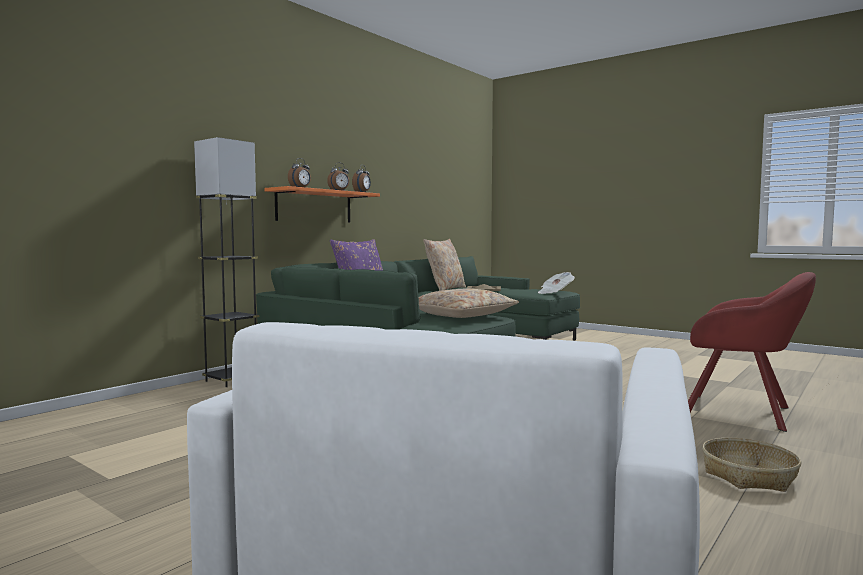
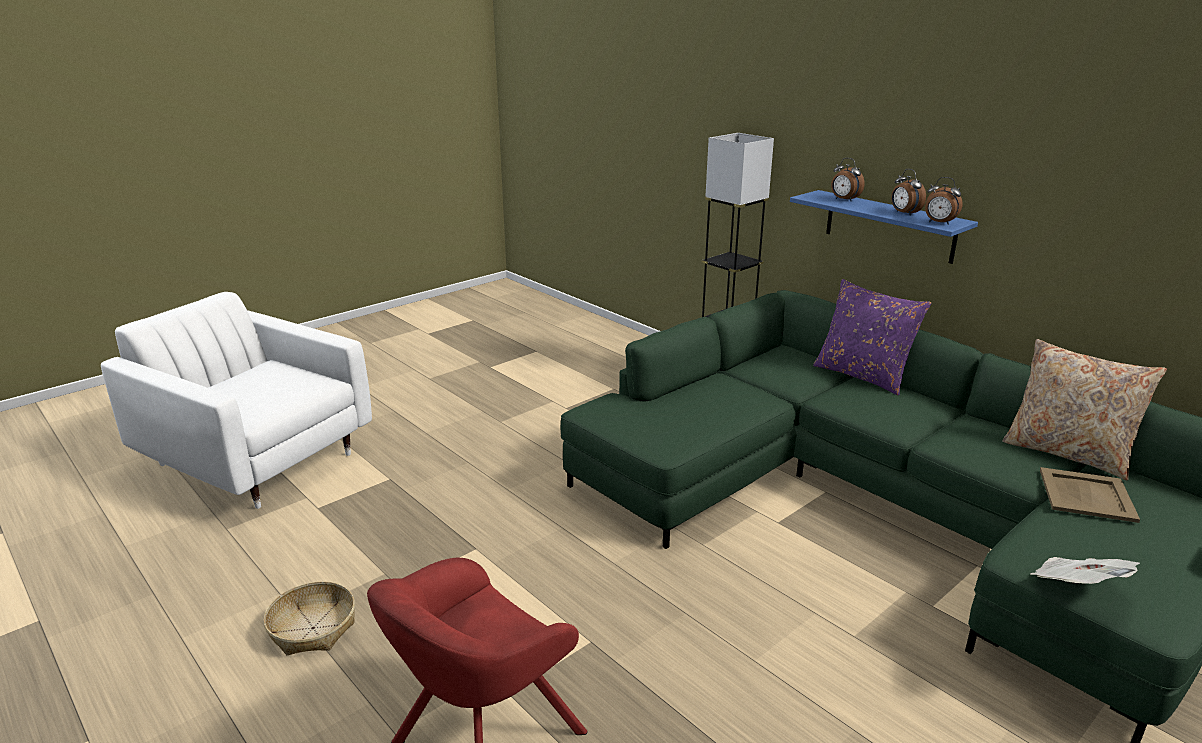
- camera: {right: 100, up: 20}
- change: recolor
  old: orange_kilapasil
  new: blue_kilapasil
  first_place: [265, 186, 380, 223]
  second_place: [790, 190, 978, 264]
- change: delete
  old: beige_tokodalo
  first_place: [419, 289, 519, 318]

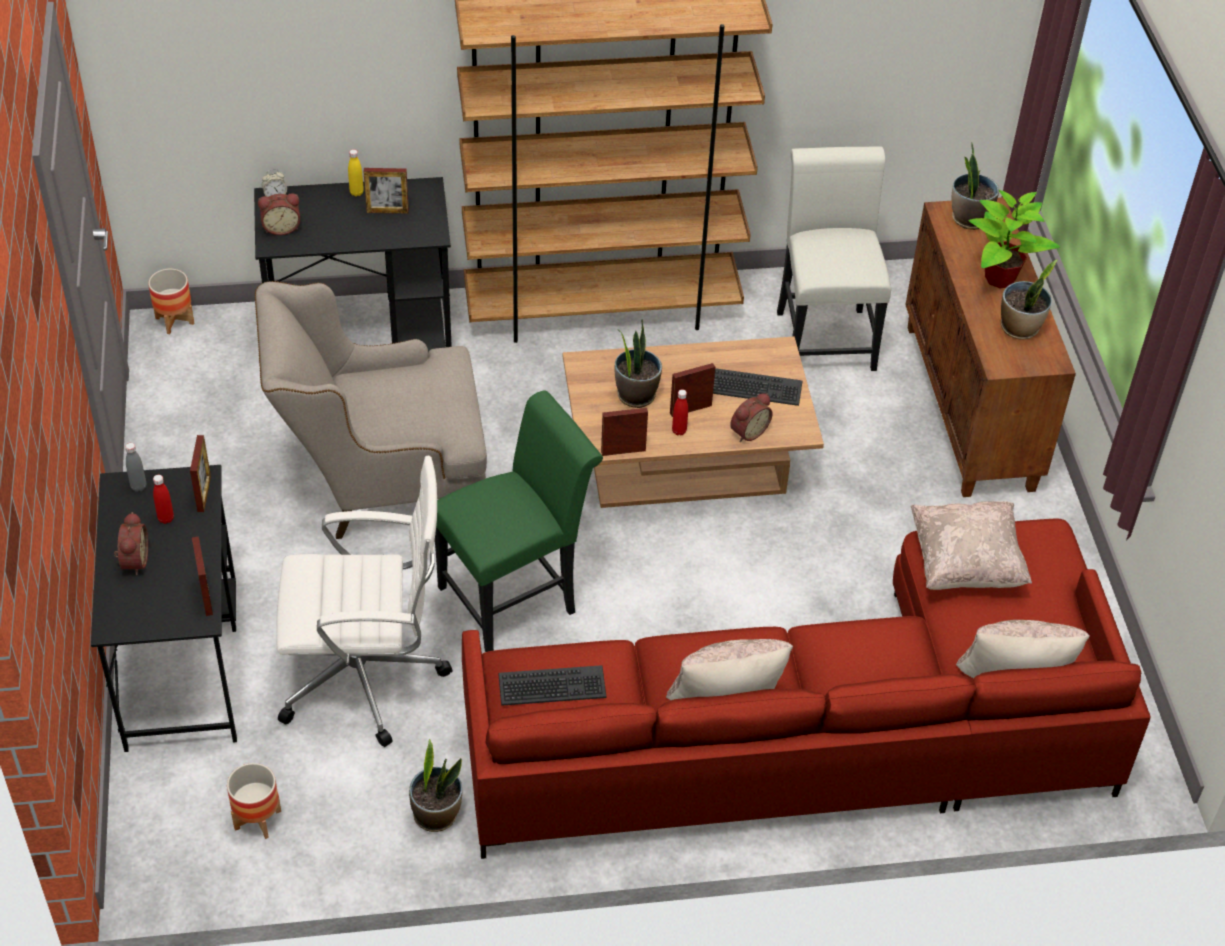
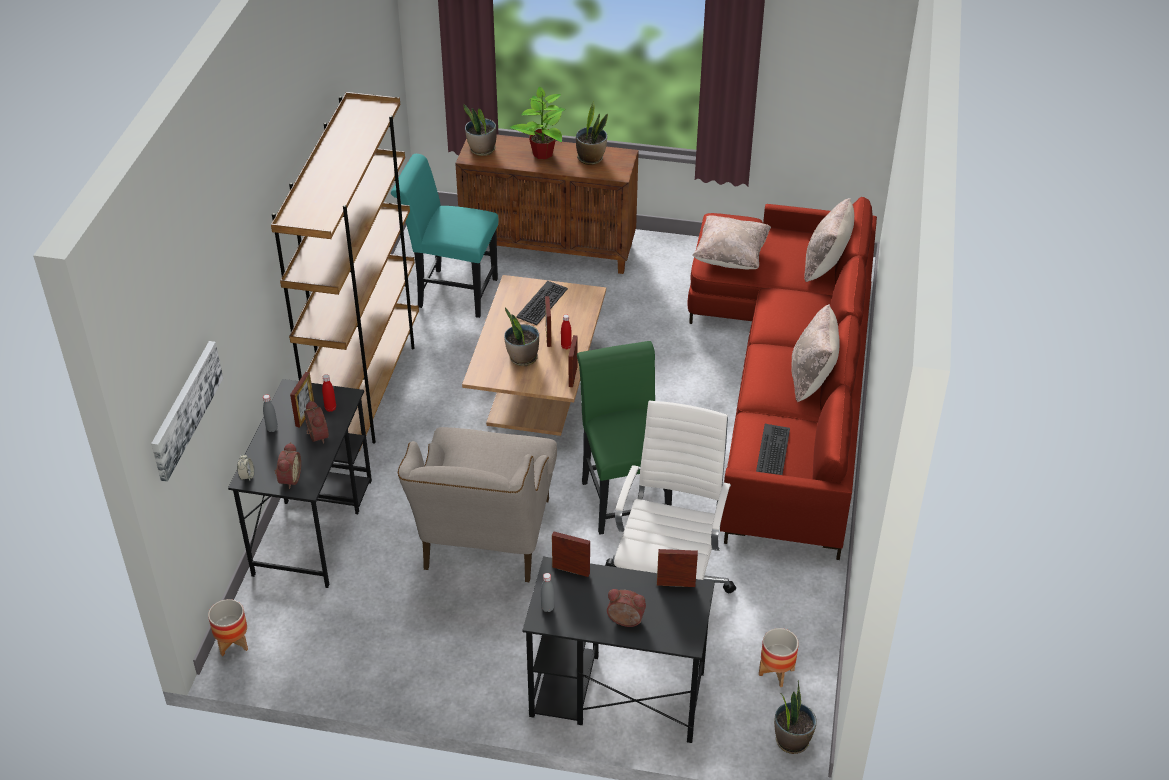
- camera: {right: -70, up: -5}
- change: insert
  new: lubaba
  second_place: [151, 341, 223, 482]
- change: recolor
  old: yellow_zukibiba
  new: grey_zukibiba
  first_place: [348, 149, 364, 197]
  second_place: [263, 395, 278, 432]
- change: move
  old: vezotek
  first_place: [730, 393, 773, 442]
  second_place: [304, 400, 329, 444]
- change: move
  old: red_zukibiba
  first_place: [153, 475, 174, 524]
  second_place: [322, 374, 336, 412]
- change: recolor
  old: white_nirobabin
  new: turquoise_nirobabin
  first_place: [777, 146, 891, 371]
  second_place: [391, 154, 498, 318]
- change: move
  old: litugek
  first_place: [409, 739, 463, 832]
  second_place: [774, 680, 817, 754]

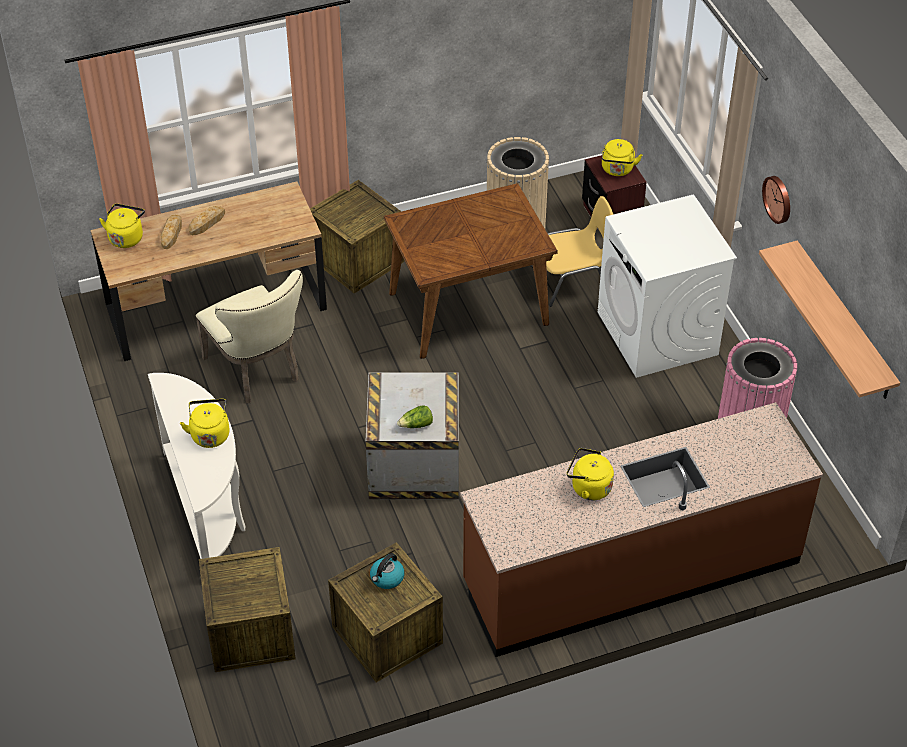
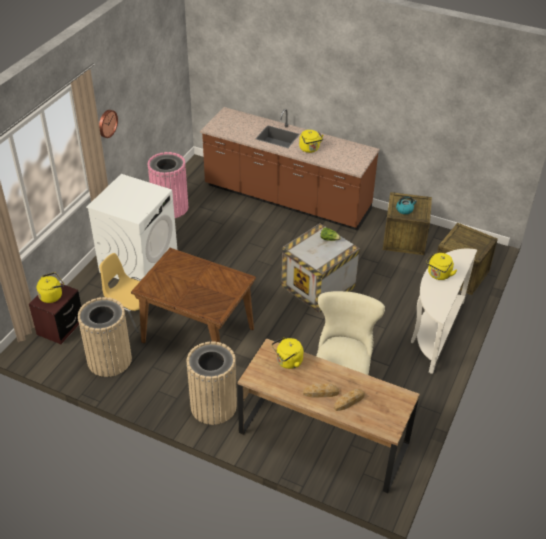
- camera: {right: -135, up: -5}
- change: replace
  old: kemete
  new: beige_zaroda
  first_place: [310, 180, 404, 294]
  second_place: [186, 341, 237, 425]
- change: move
  old: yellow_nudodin
  first_place: [99, 204, 145, 248]
  second_place: [272, 337, 304, 369]
- change: delete
  old: kilapasil
  first_place: [759, 241, 900, 399]

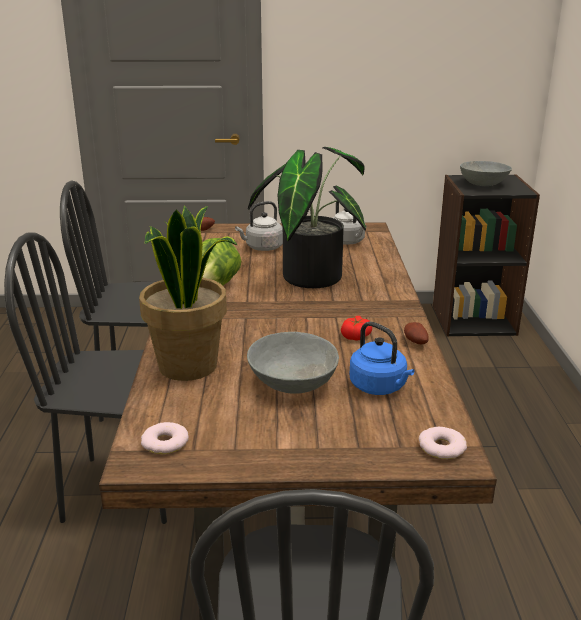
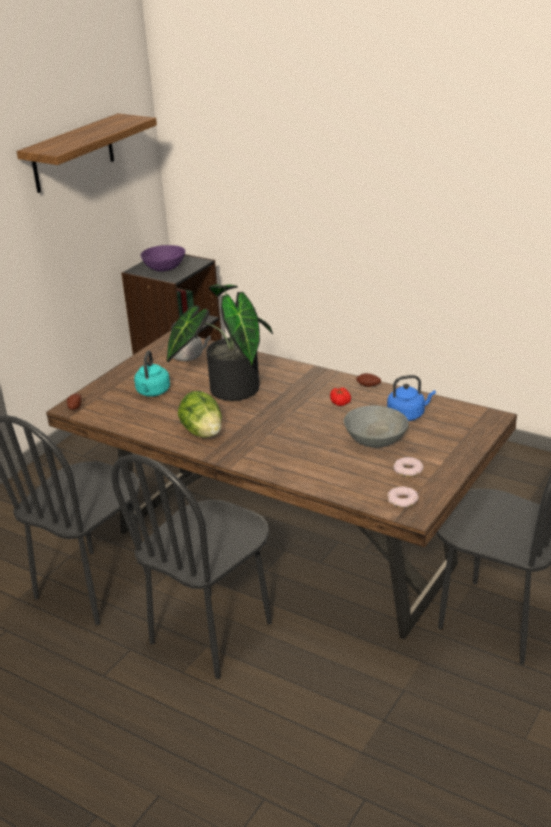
- camera: {right: -55, up: 5}
- change: insert
  new: kilapasil
  second_place: [17, 113, 157, 193]
- change: recolor
  old: grey_nudodin
  new: turquoise_nudodin
  first_place: [235, 201, 283, 251]
  second_place: [134, 350, 170, 397]
- change: recolor
  old: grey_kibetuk
  new: purple_kibetuk
  first_place: [460, 161, 512, 186]
  second_place: [141, 245, 185, 272]
- change: move
  old: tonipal
  first_place: [419, 427, 467, 459]
  second_place: [393, 457, 424, 477]
- change: delete
  old: litugek
  first_place: [139, 206, 237, 381]

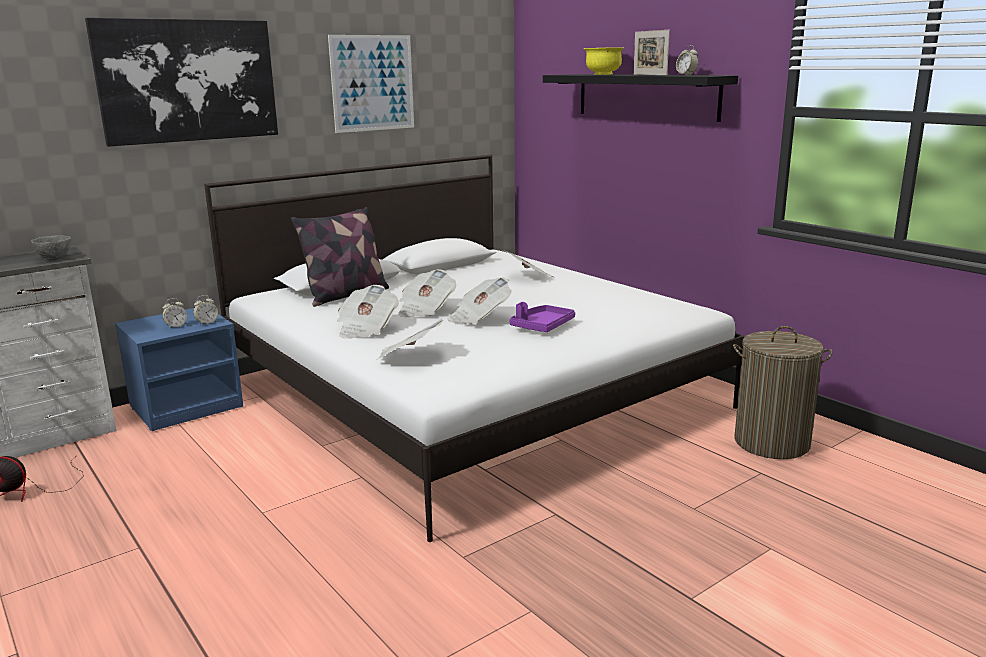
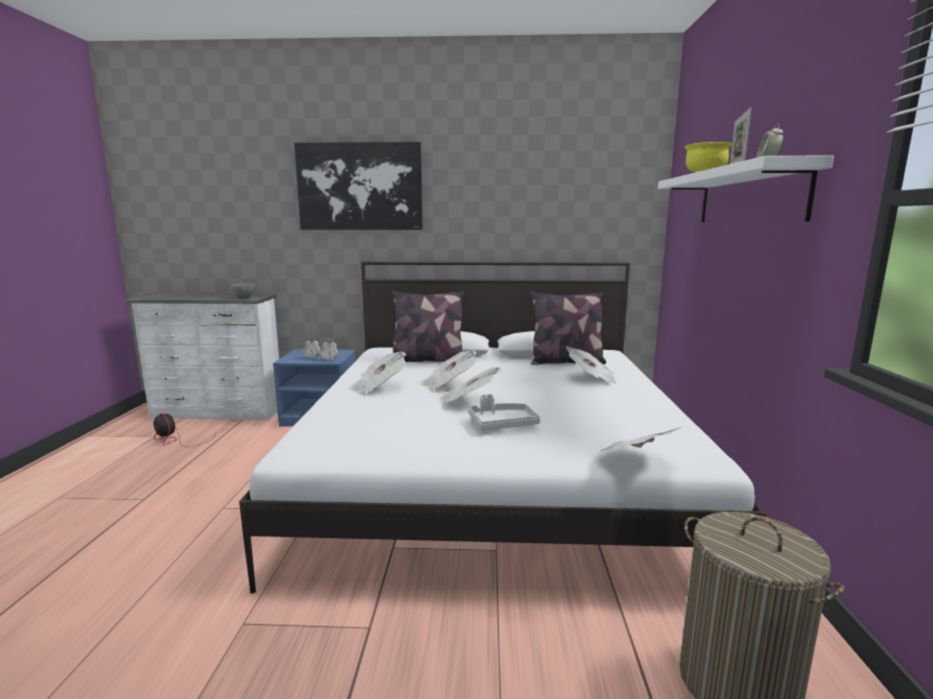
- camera: {right: 40, up: -5}
- change: recolor
  old: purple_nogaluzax
  new: grey_nogaluzax
  first_place: [510, 302, 575, 332]
  second_place: [468, 394, 540, 430]
- change: insert
  new: tokodalo
  second_place: [531, 291, 606, 365]
- change: move
  old: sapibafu
  first_place: [376, 320, 443, 360]
  second_place: [600, 427, 682, 451]
- change: recolor
  old: black_kilapasil
  new: white_kilapasil
  first_place: [543, 74, 738, 122]
  second_place: [658, 155, 834, 222]
- change: delete
  old: lubaba
  first_place: [328, 35, 414, 133]

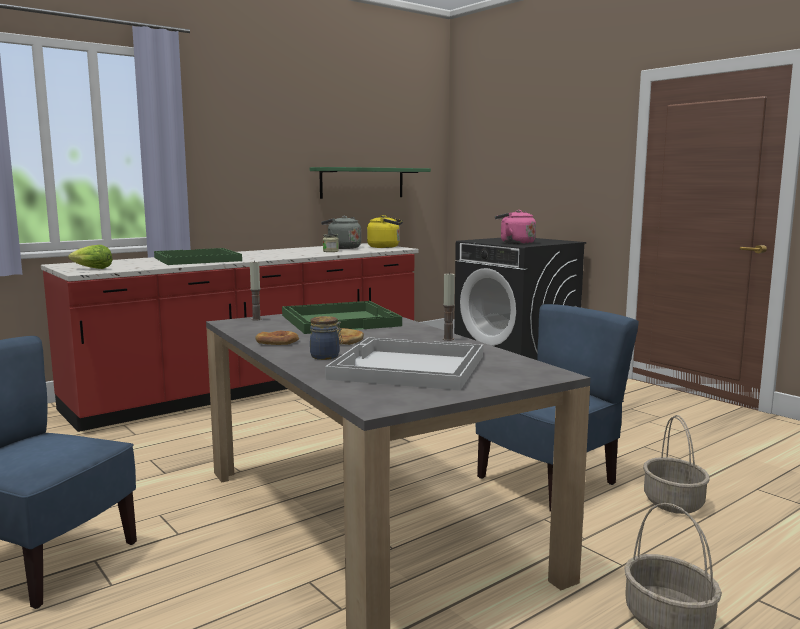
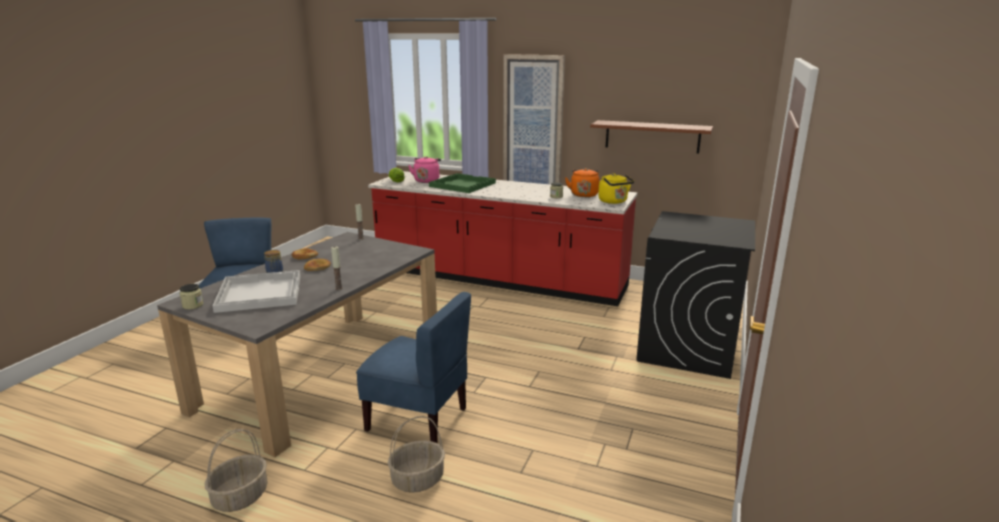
- camera: {right: 60, up: 10}
- change: insert
  new: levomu
  second_place: [180, 284, 203, 309]
- change: move
  old: pink_nudodin
  first_place: [495, 210, 536, 244]
  second_place: [408, 156, 441, 183]
- change: insert
  new: lubaba
  second_place: [503, 54, 565, 185]
- change: recolor
  old: grey_nudodin
  new: orange_nudodin
  first_place: [321, 216, 361, 249]
  second_place: [565, 168, 600, 197]
- change: recolor
  old: green_kilapasil
  new: brown_kilapasil
  first_place: [310, 167, 431, 199]
  second_place: [590, 120, 713, 154]
- change: delete
  old: green_nogaluzax
  first_place: [282, 301, 402, 334]

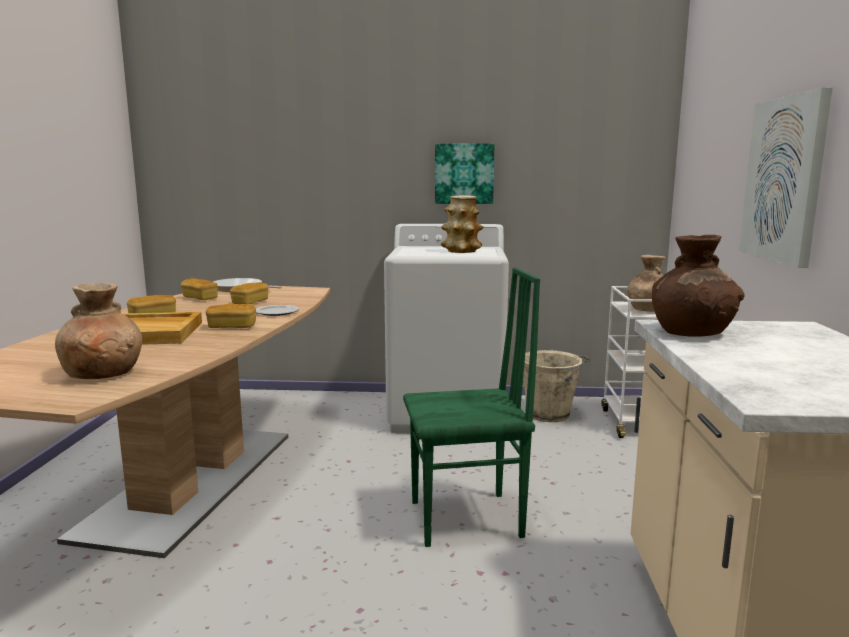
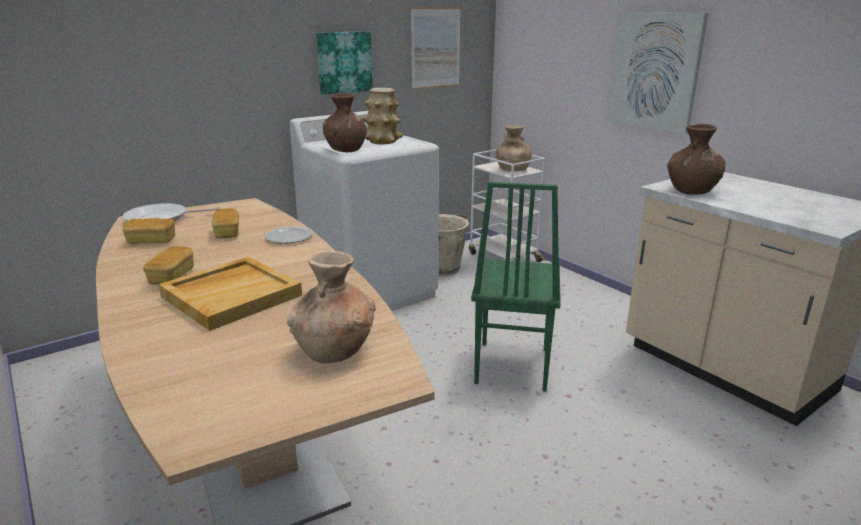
- camera: {right: -40, up: 10}
- change: insert
  new: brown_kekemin
  second_place: [322, 93, 367, 152]
- change: insert
  new: lubaba
  second_place: [411, 7, 461, 90]
- change: rotate
  old: green_nirobabin
  first_place: [403, 267, 540, 547]
  second_place: [471, 182, 561, 392]
  degrees: 150
- change: delete
  old: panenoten
  first_place: [206, 304, 256, 328]

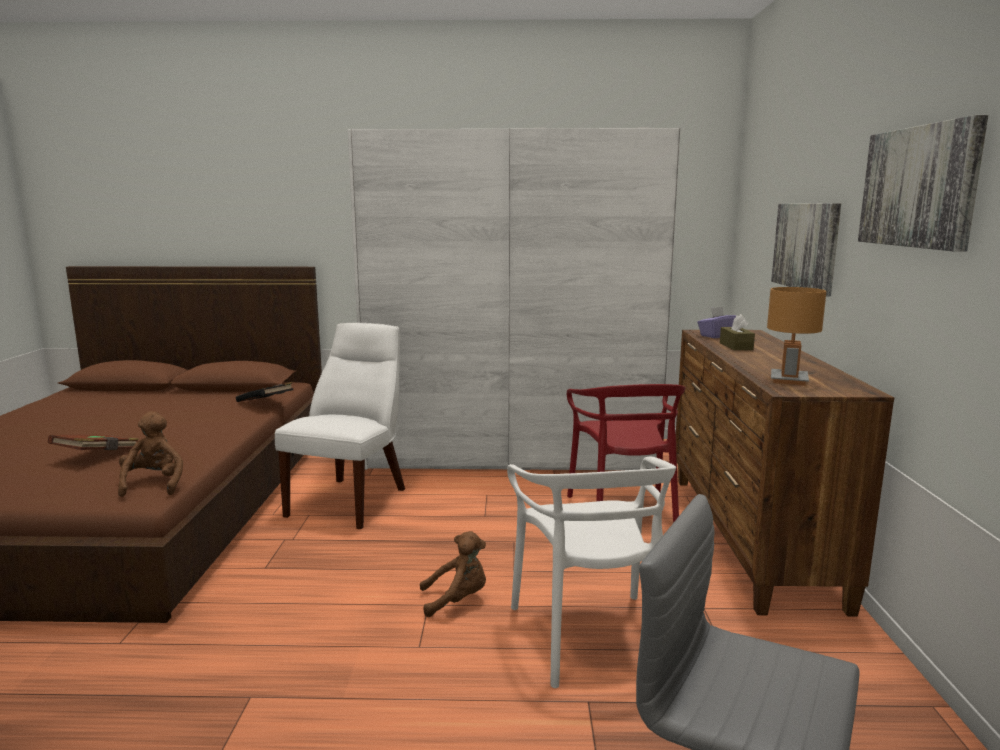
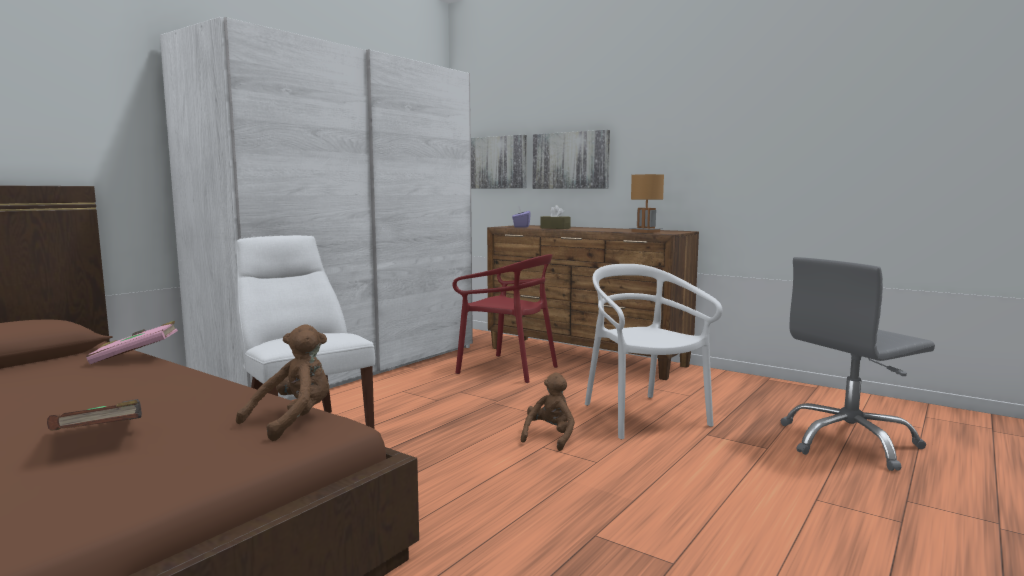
- camera: {right: -55, up: -5}
- change: recolor
  old: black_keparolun
  new: pink_keparolun
  first_place: [236, 382, 293, 402]
  second_place: [86, 321, 178, 364]
- change: rotate
  old: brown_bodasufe
  first_place: [118, 411, 183, 497]
  second_place: [236, 325, 329, 441]
  degrees: 105
- change: move
  old: lubaba
  first_place: [858, 115, 988, 252]
  second_place: [471, 135, 527, 189]
- change: rotate
  old: white_nirobabin
  first_place: [507, 457, 676, 688]
  second_place: [585, 264, 722, 439]
  degrees: -135

